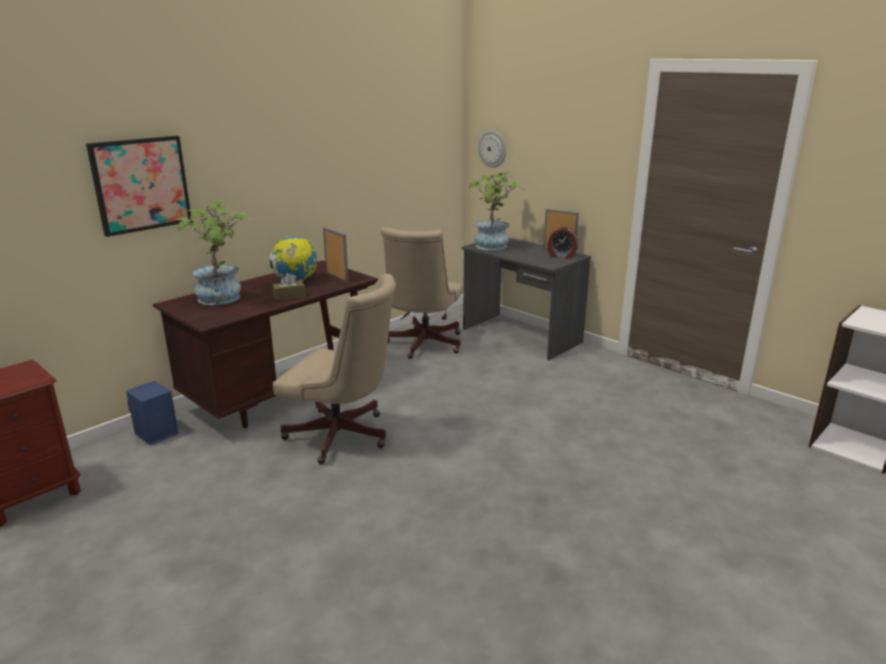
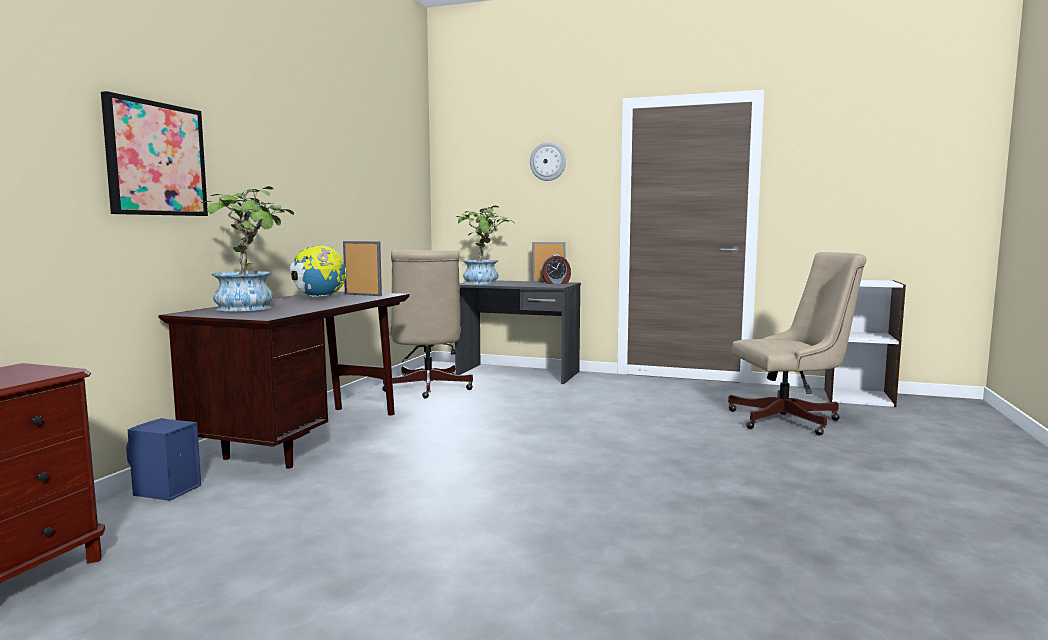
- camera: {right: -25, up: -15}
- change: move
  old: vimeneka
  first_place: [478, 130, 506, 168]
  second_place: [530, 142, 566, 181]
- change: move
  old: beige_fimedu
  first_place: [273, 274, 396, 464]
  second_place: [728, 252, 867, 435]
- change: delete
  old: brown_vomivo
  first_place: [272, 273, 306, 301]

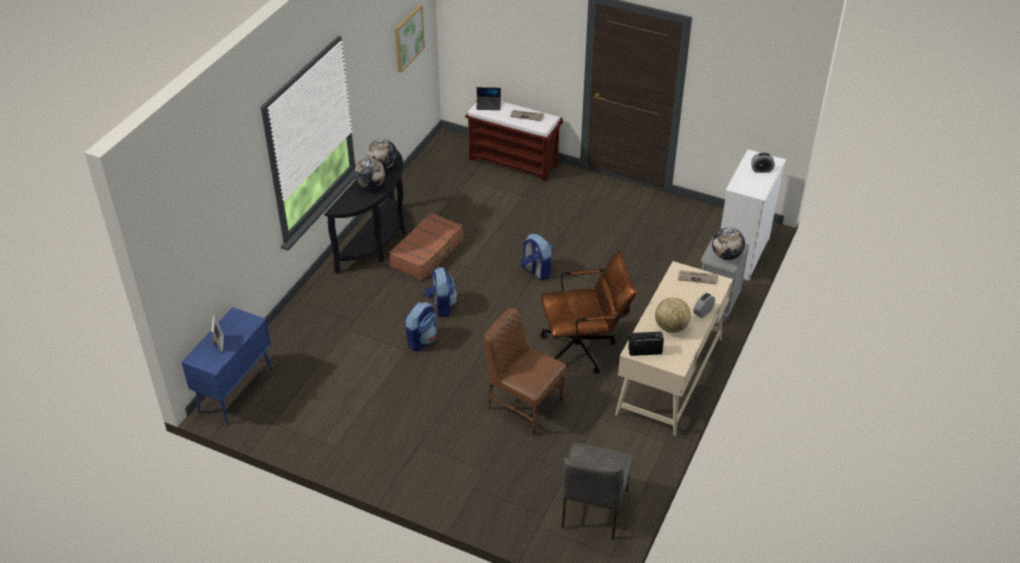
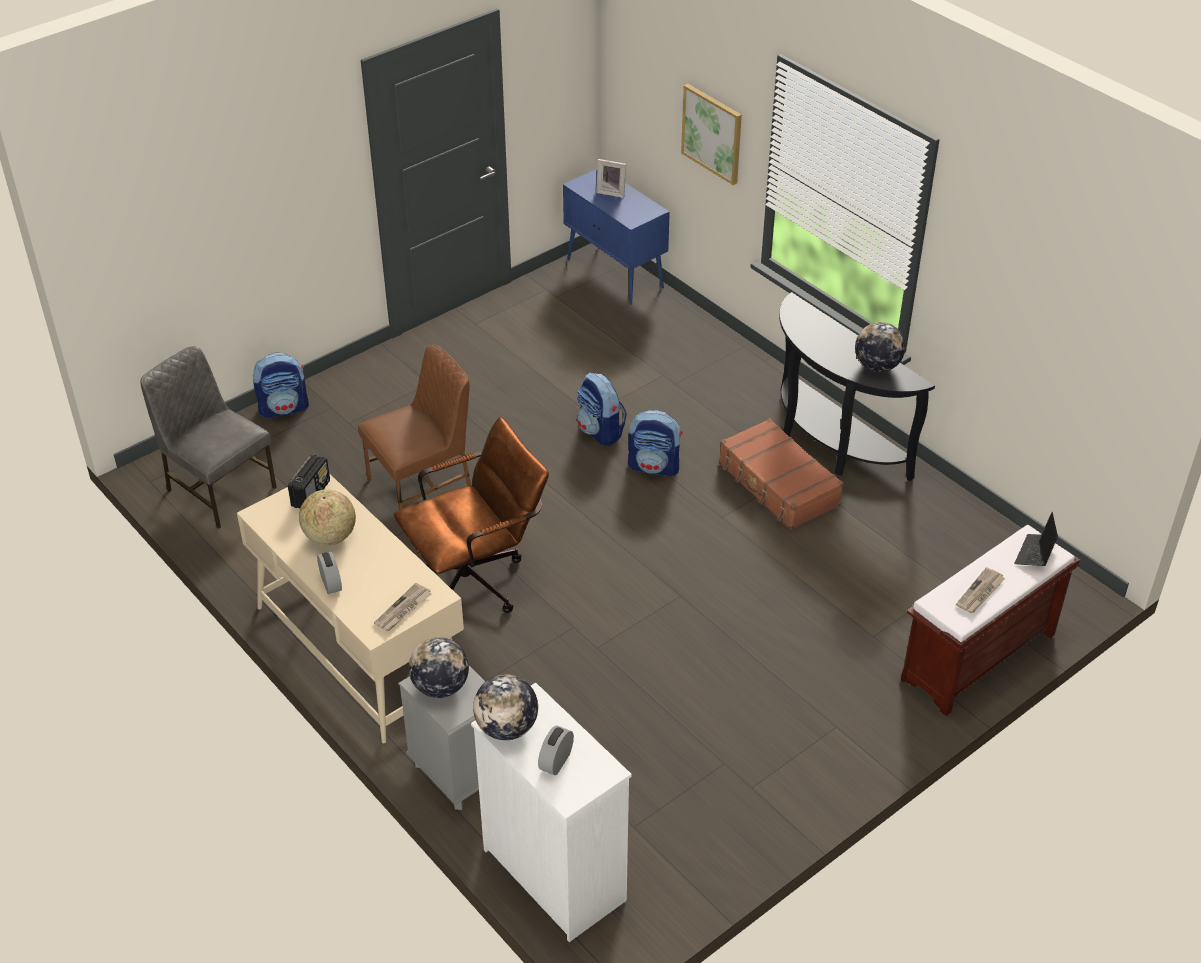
- camera: {right: 115, up: 0}
- change: move
  old: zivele
  first_place: [519, 234, 552, 280]
  second_place: [253, 352, 309, 418]
- change: rotate
  old: brown_fimedu
  first_place: [540, 251, 637, 374]
  second_place: [394, 417, 549, 613]
  degrees: -135
- change: move
  old: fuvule
  first_place: [354, 158, 385, 189]
  second_place: [473, 675, 538, 740]
- change: move
  old: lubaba
  first_place: [395, 5, 425, 72]
  second_place: [681, 84, 742, 185]

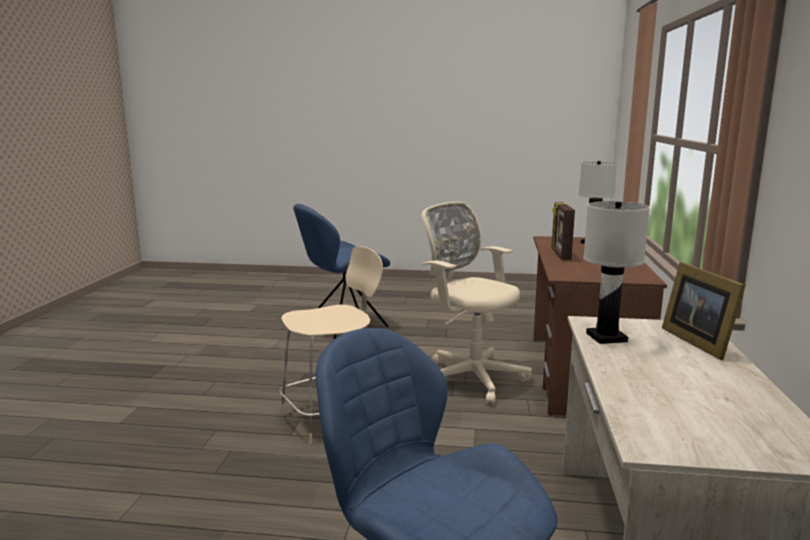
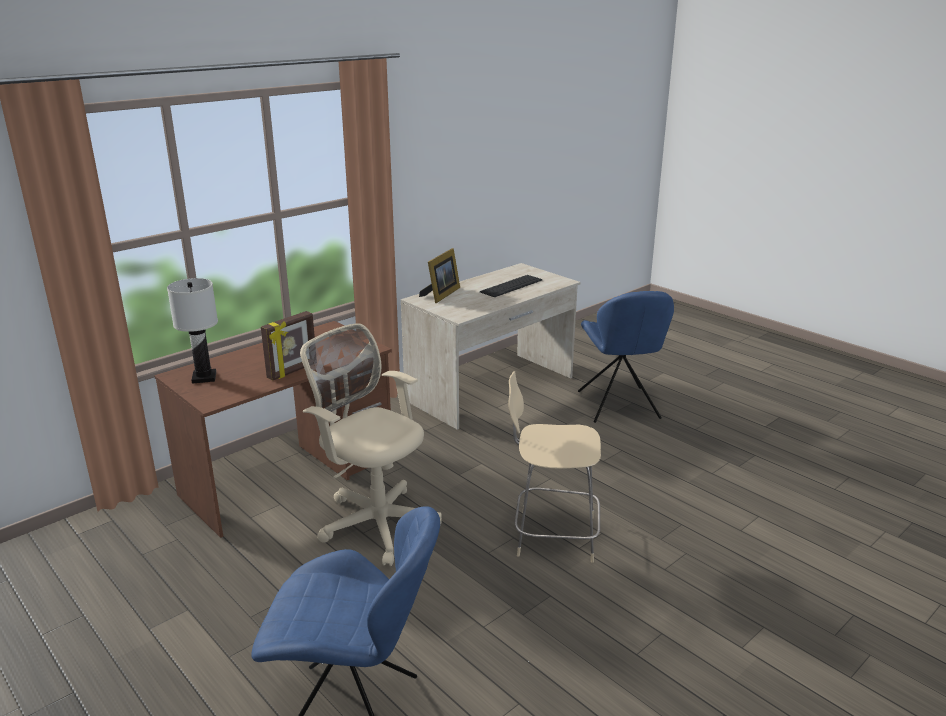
- camera: {right: -140, up: 10}
- change: rotate
  old: beige_fimedu
  first_place: [421, 202, 532, 405]
  second_place: [300, 323, 442, 566]
  degrees: 135
- change: insert
  new: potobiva
  second_place: [480, 275, 542, 297]
- change: delete
  old: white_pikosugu
  first_place: [583, 201, 650, 344]

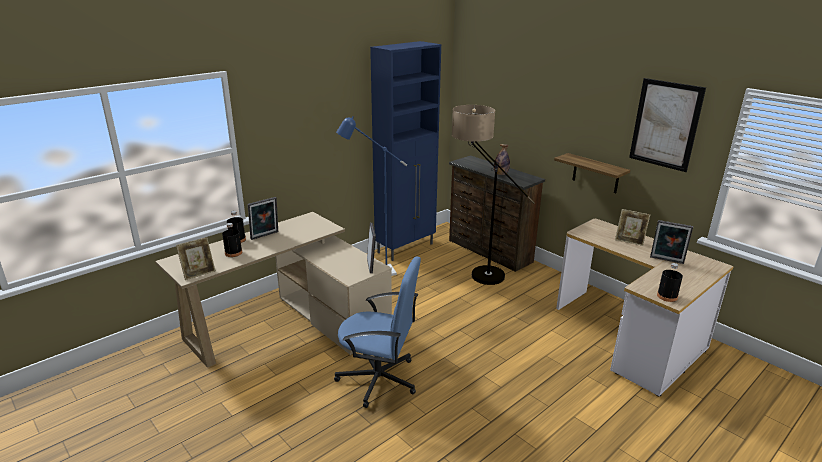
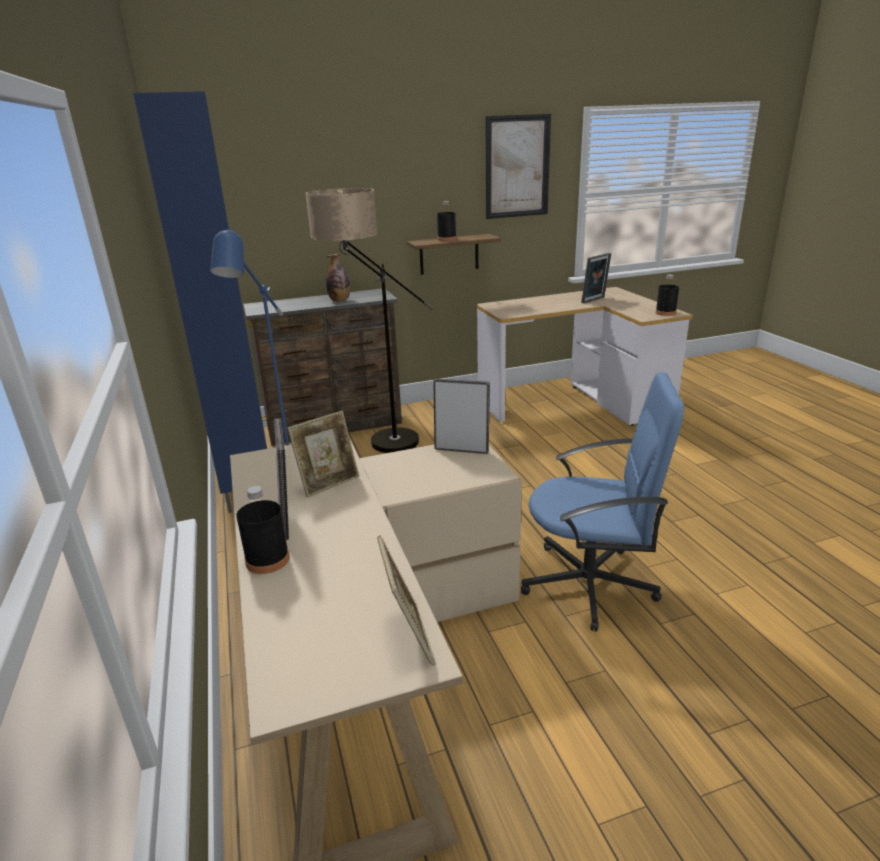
- camera: {right: -65, up: 0}
- change: move
  old: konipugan
  first_place: [615, 209, 650, 246]
  second_place: [287, 411, 360, 498]
- change: move
  old: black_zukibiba
  first_place: [222, 223, 242, 257]
  second_place: [437, 201, 456, 241]
- change: rotate
  old: blue_fimedu
  first_place: [334, 256, 421, 408]
  second_place: [521, 372, 684, 632]
  degrees: 60

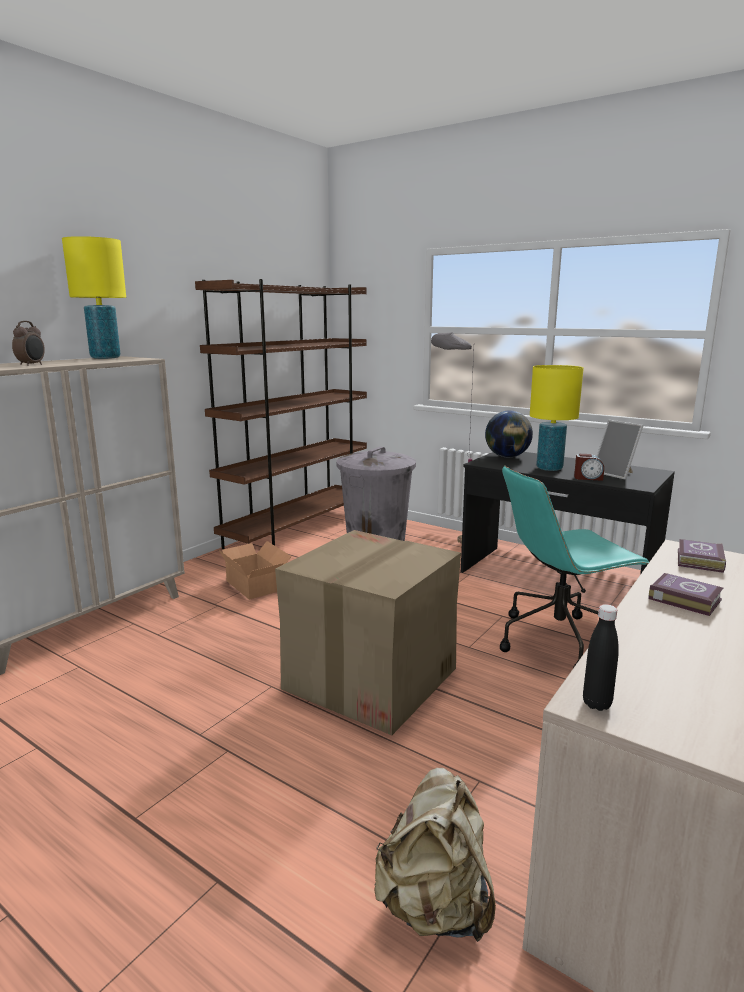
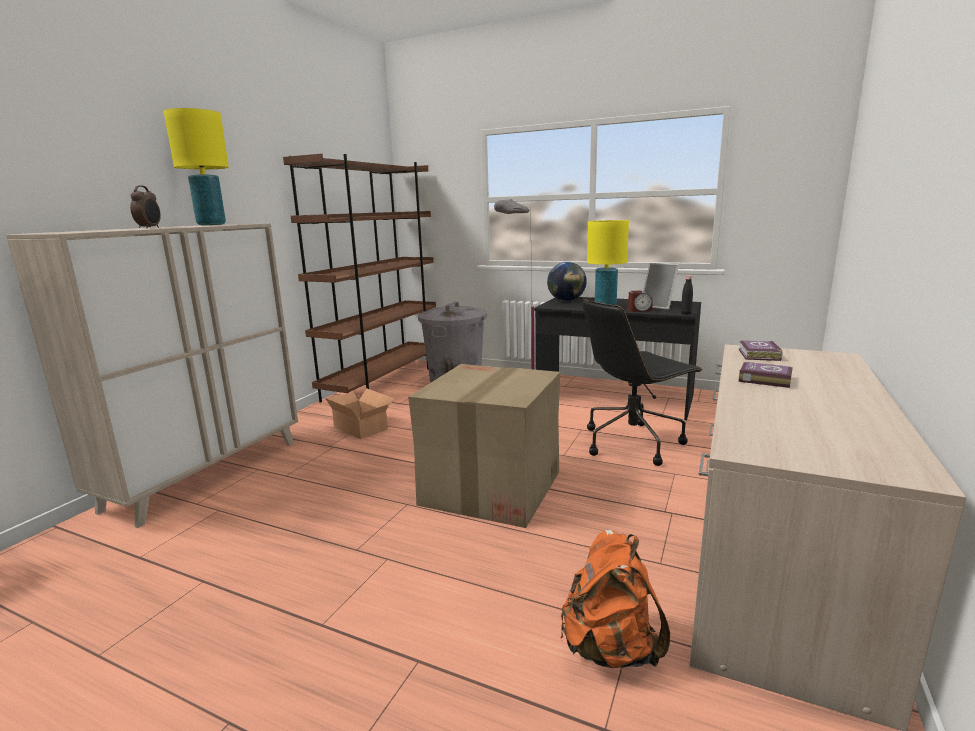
- camera: {right: -10, up: 0}
- change: recolor
  old: beige_zivele
  new: orange_zivele
  first_place: [374, 768, 496, 942]
  second_place: [560, 529, 670, 668]
- change: recolor
  old: turquoise_fimedu
  new: black_fimedu
  first_place: [500, 465, 649, 668]
  second_place: [582, 299, 703, 466]
- change: move
  old: black_zukibiba
  first_place: [583, 604, 619, 711]
  second_place: [681, 275, 693, 314]

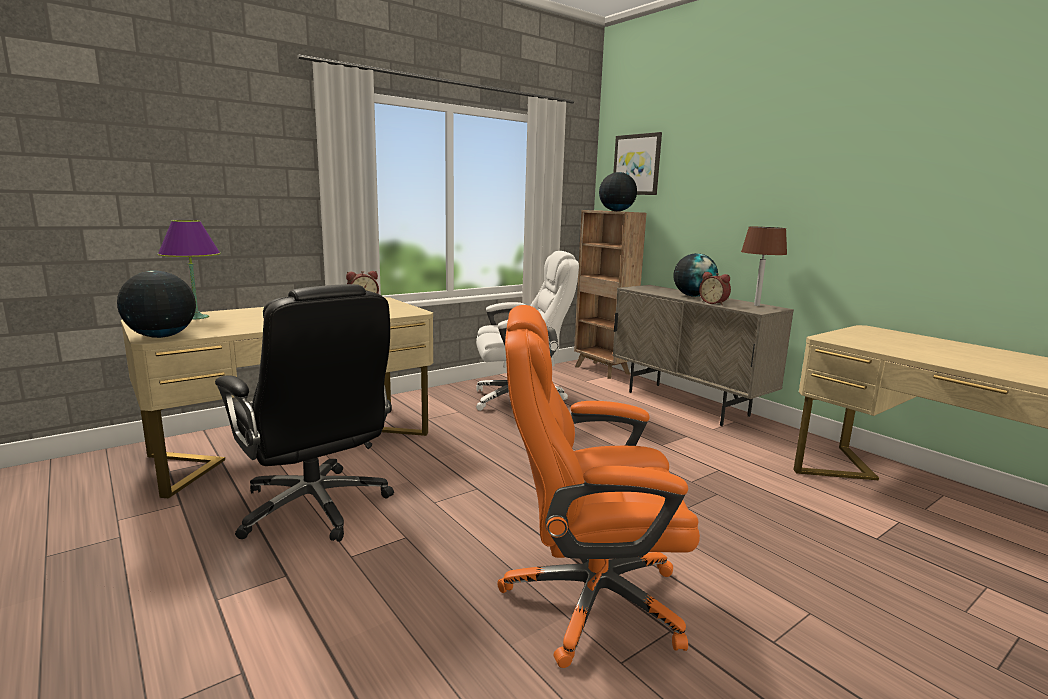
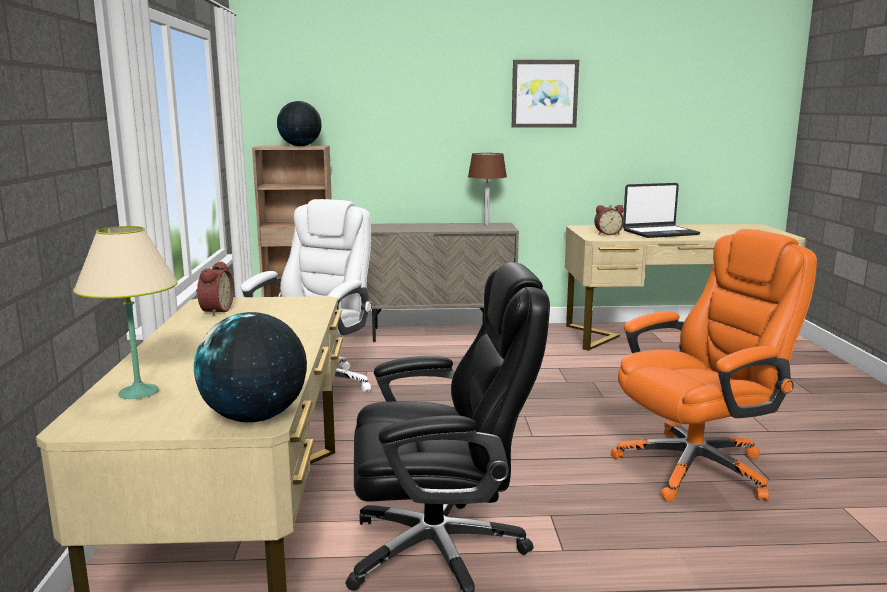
- camera: {right: -55, up: 0}
- change: recolor
  old: purple_pikosugu
  new: beige_pikosugu
  first_place: [158, 220, 221, 319]
  second_place: [73, 226, 178, 399]
- change: move
  old: lubaba
  first_place: [613, 132, 662, 195]
  second_place: [512, 60, 579, 128]
- change: move
  old: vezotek
  first_place: [699, 272, 731, 305]
  second_place: [594, 205, 624, 235]
- change: rotate
  old: orange_fimedu
  first_place: [498, 305, 700, 668]
  second_place: [611, 229, 817, 502]
  degrees: -150
- change: insert
  new: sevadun
  second_place: [623, 183, 701, 238]
- change: delete
  old: fuvule
  first_place: [674, 253, 718, 297]

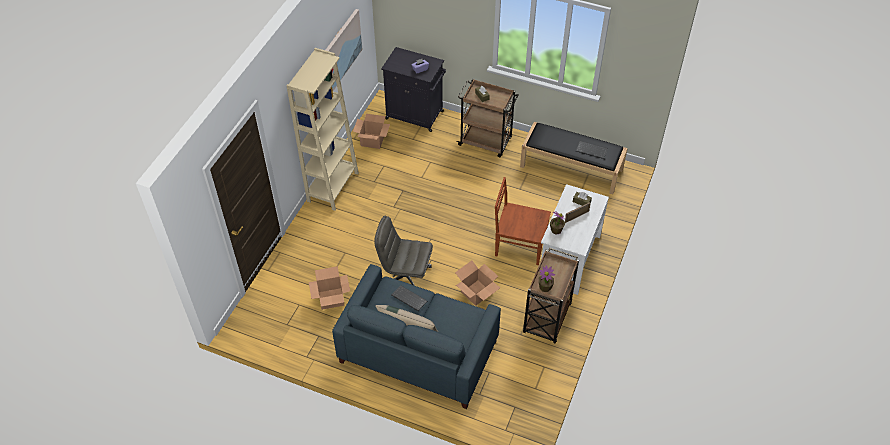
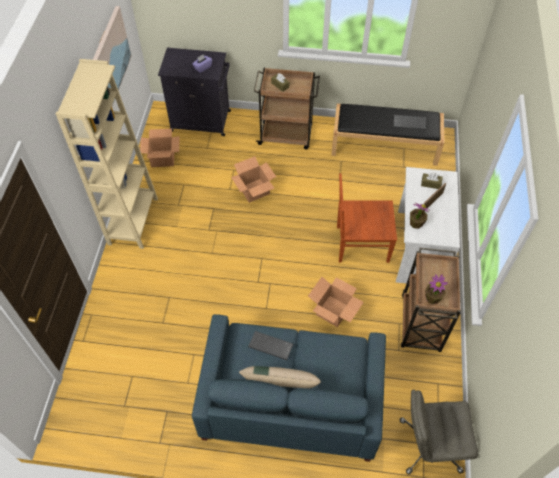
- camera: {right: -15, up: 5}
- change: move
  old: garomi
  first_place: [309, 266, 350, 310]
  second_place: [231, 156, 276, 203]
- change: move
  old: grey_fimedu
  first_place: [374, 216, 433, 286]
  second_place: [400, 390, 478, 474]

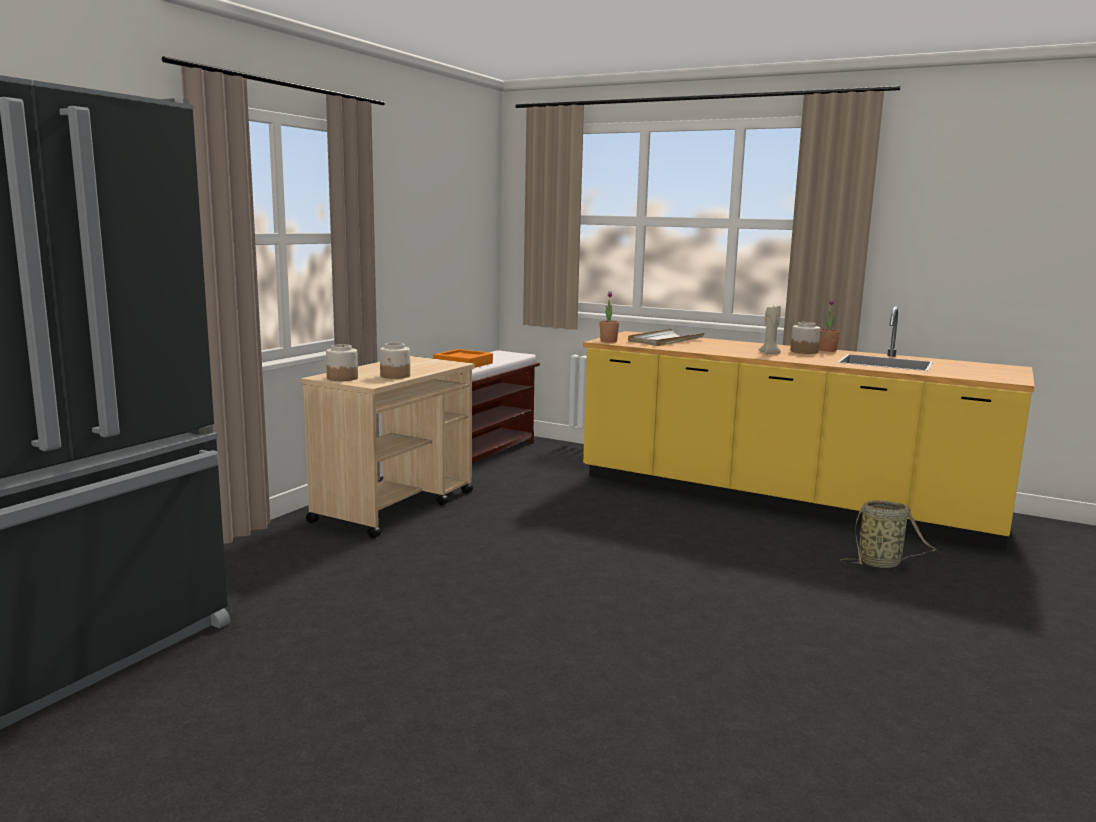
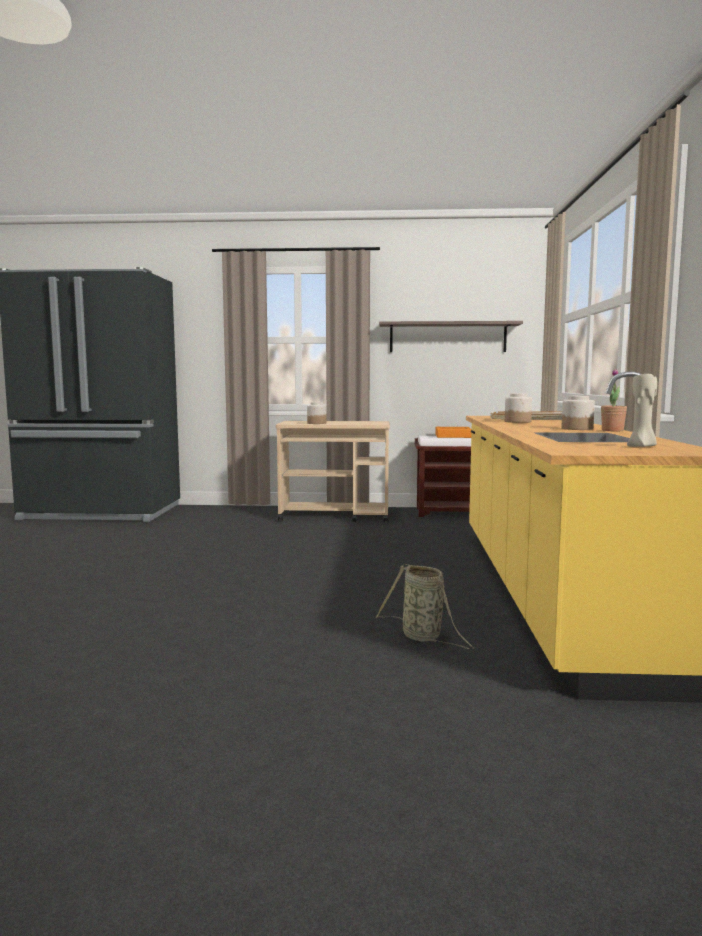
- camera: {right: 65, up: -5}
- change: insert
  new: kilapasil
  second_place: [379, 321, 523, 352]
- change: move
  old: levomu
  first_place: [326, 344, 358, 381]
  second_place: [505, 393, 532, 423]
- change: move
  old: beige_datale
  first_place: [759, 304, 781, 354]
  second_place: [627, 372, 657, 447]
- change: delete
  old: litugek
  first_place: [600, 292, 619, 343]

